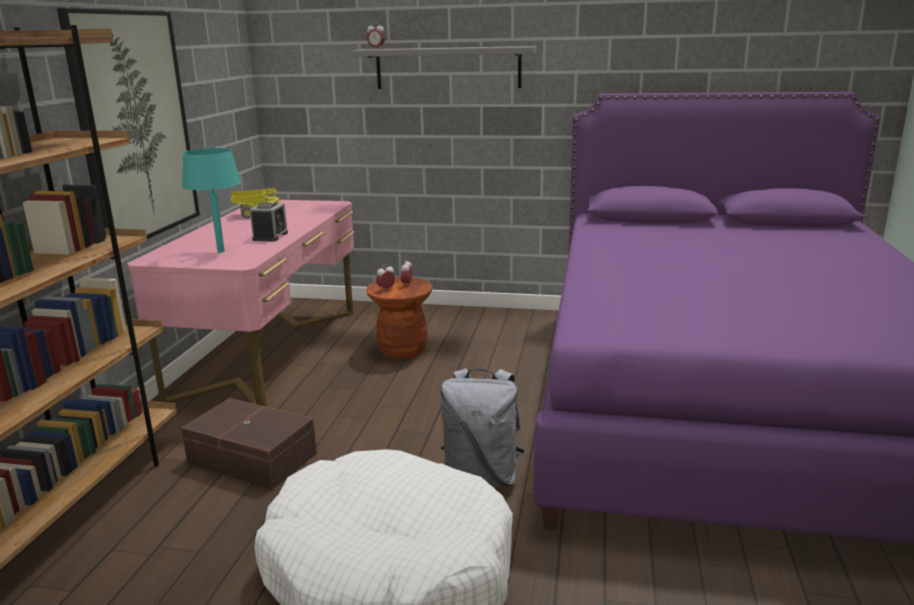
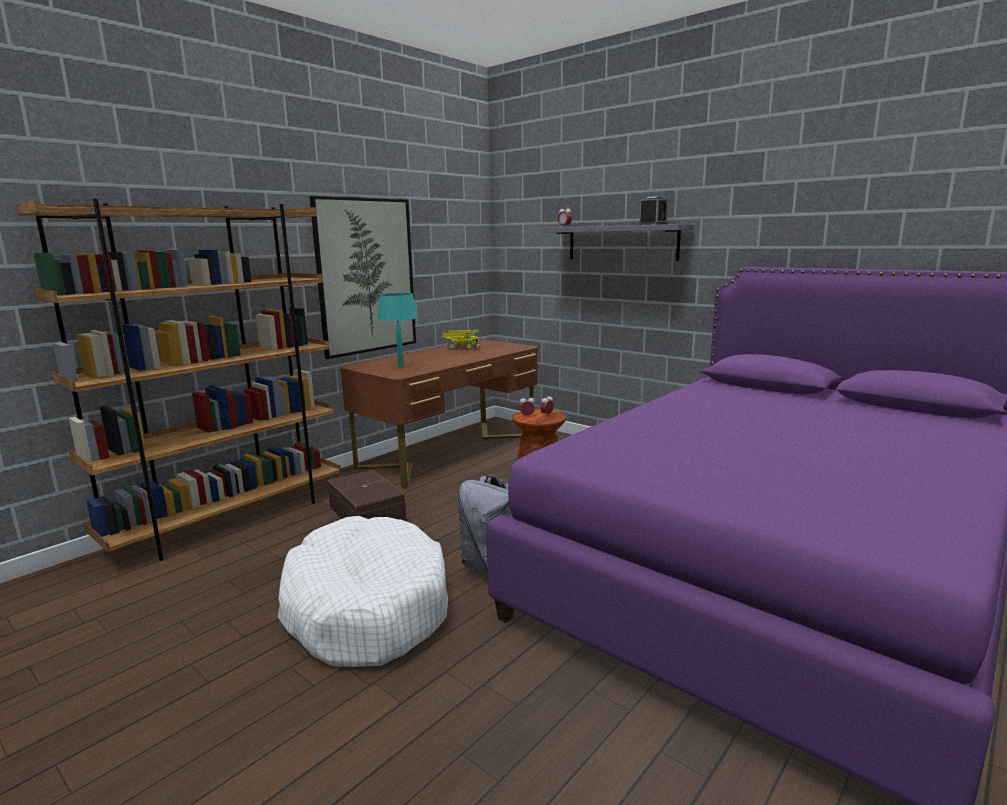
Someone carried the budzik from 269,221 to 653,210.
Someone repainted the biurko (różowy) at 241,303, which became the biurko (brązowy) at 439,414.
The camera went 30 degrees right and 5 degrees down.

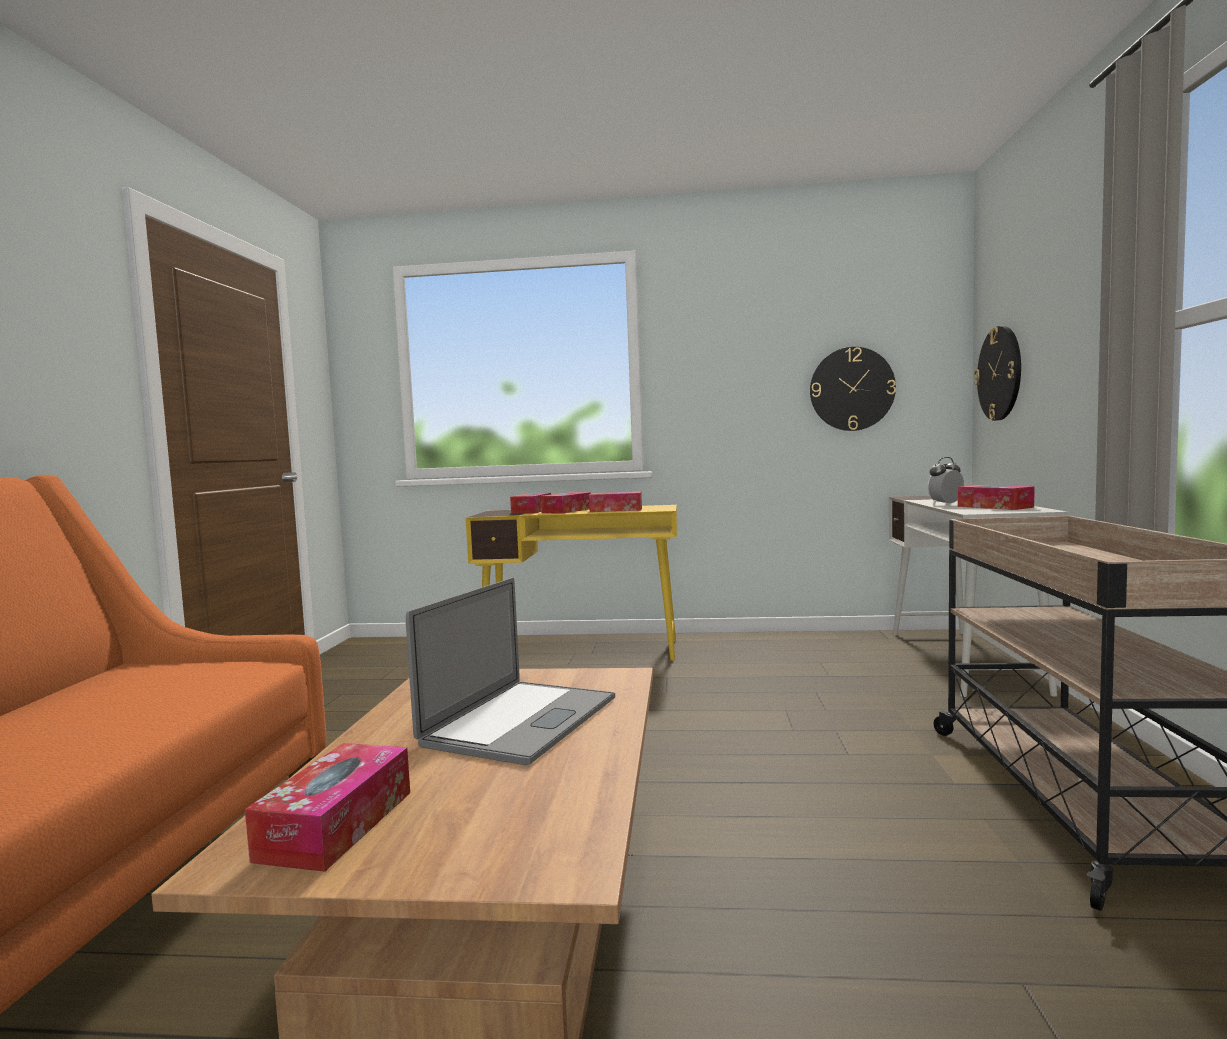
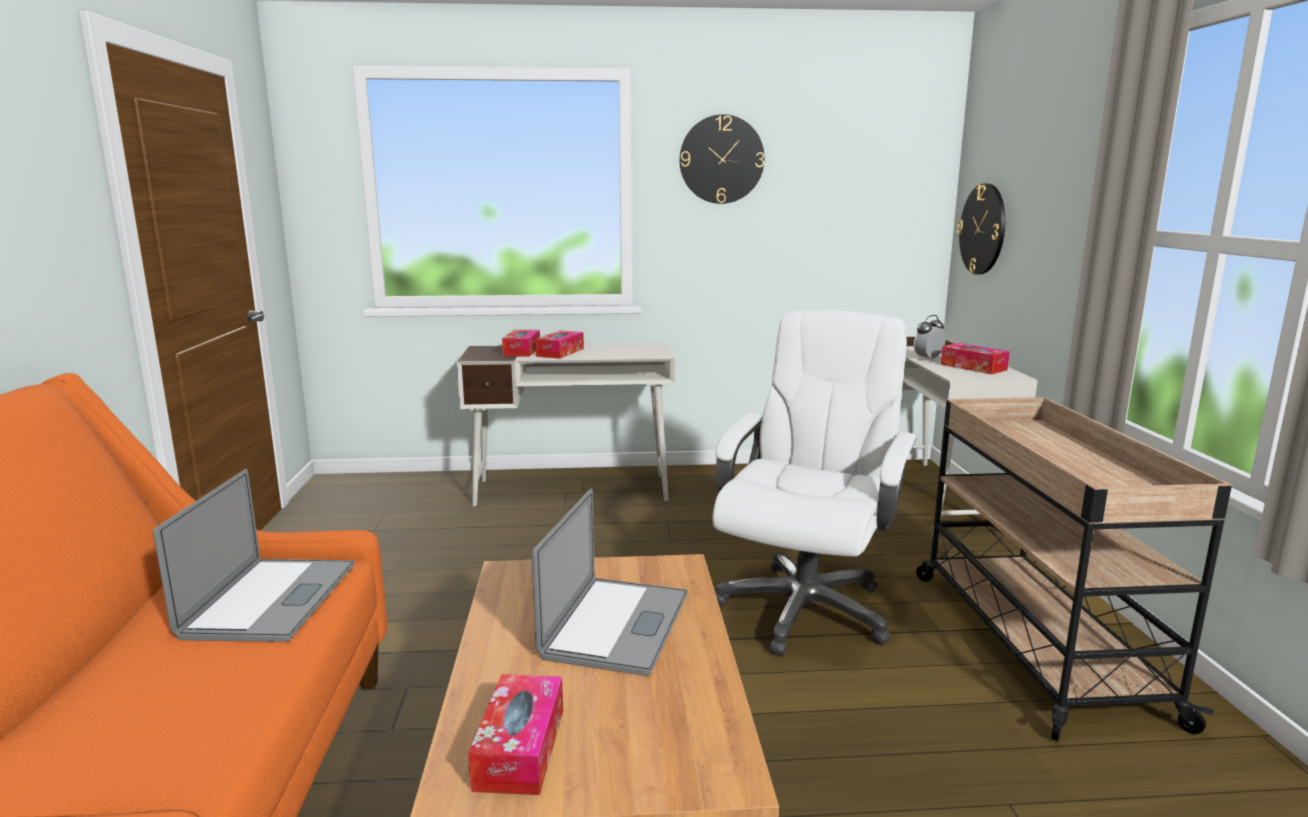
Someone took away the pudełko chusteczek at 615,501.
Someone put down the laptop at 254,555.
Someone put down the krzesło biurowe (biały) at 815,483.
Someone carried the zegar ścienny from 853,389 to 722,159.
Someone repainted the biurko (żółty) at 572,583, which became the biurko (biały) at 566,424.
The camera went 10 degrees left and 10 degrees up.

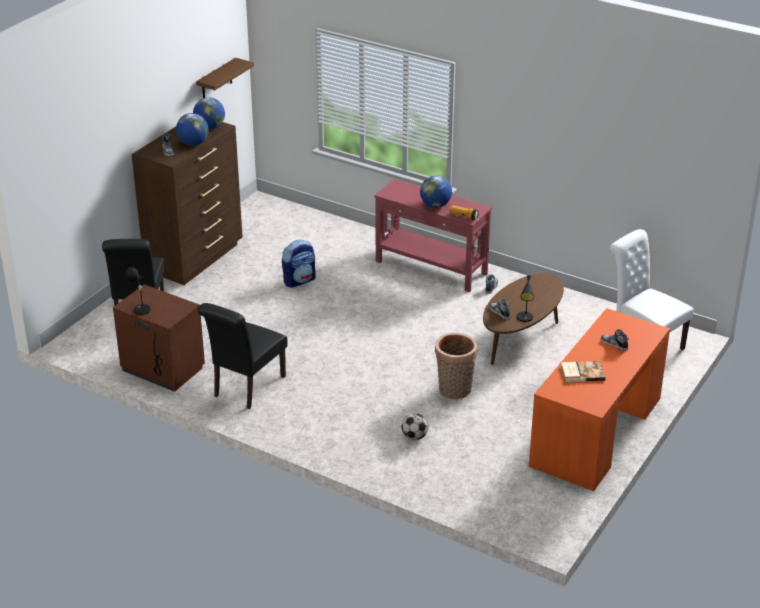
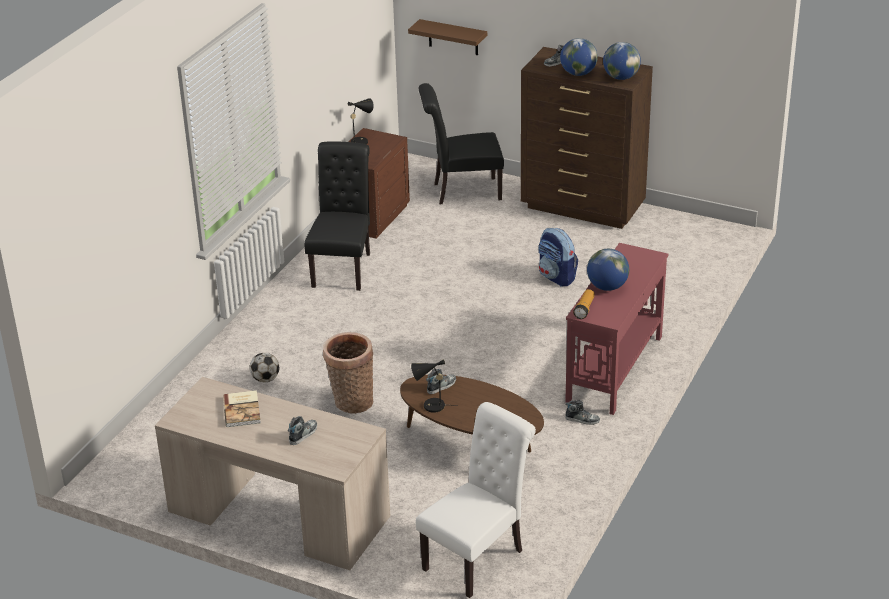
Someone carried the półka (brązowy) from 225,78 to 447,37.
Someone repainted the biurko (pomarańczowy) at 599,399, which became the biurko (beżowy) at 272,473.
Someone rotated the krzesło (czarny) at 243,356 by 75 degrees clockwise.
The camera went 85 degrees right and 0 degrees up.

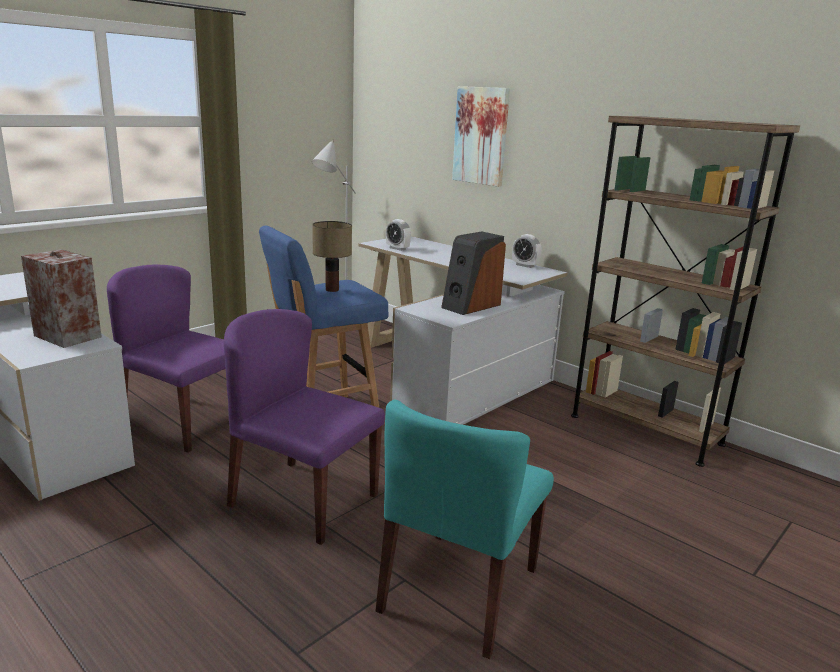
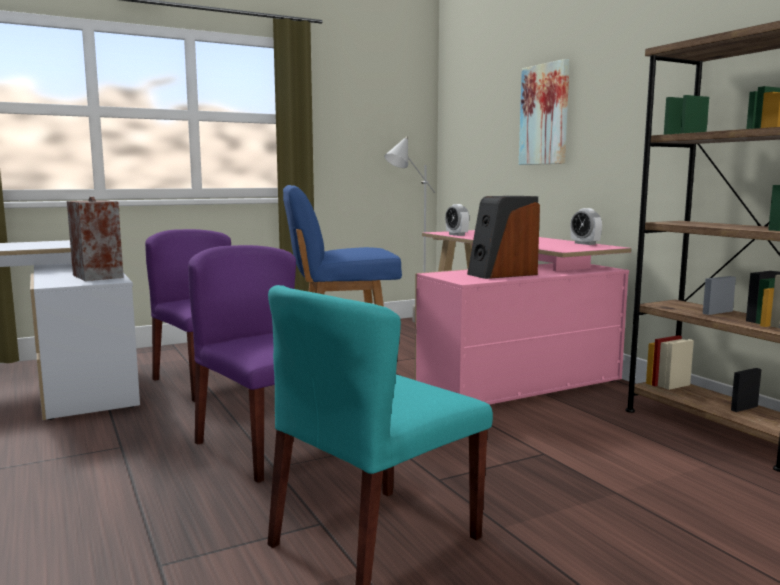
Someone took away the lampa stołowa at 332,256.
Someone repainted the biurko (biały) at 463,330, which became the biurko (różowy) at 523,317.
The camera went 20 degrees right and 10 degrees down.

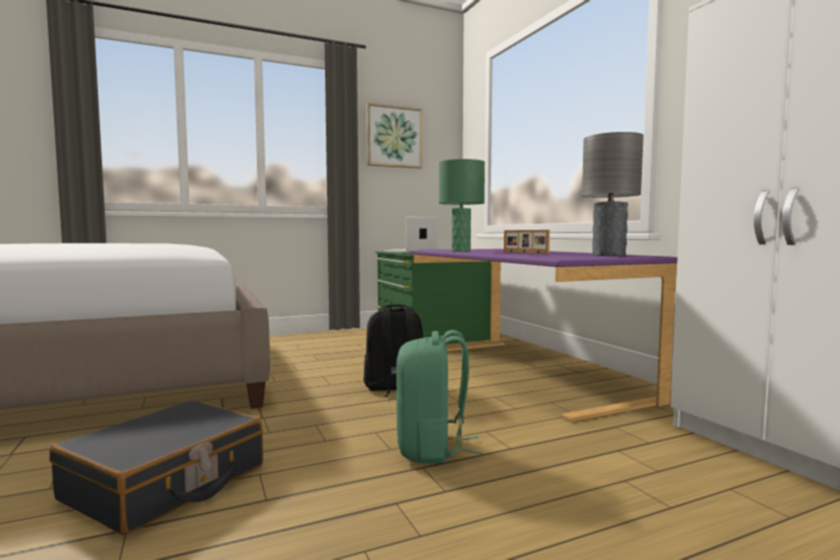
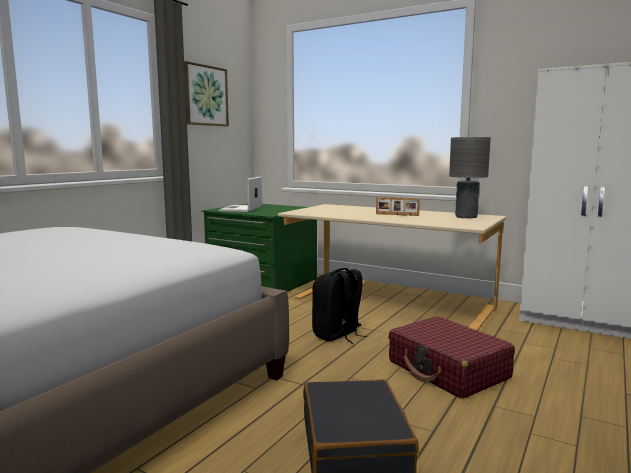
Someone took away the lampa stołowa (zielony) at 462,205.
Someone swapped the plecak (zielony) at 439,397 for the walizka (czerwony) at 452,357.
Someone repainted the biurko (fioletowy) at 543,335, which became the biurko (beżowy) at 392,267.
The camera went 35 degrees left and 5 degrees up.

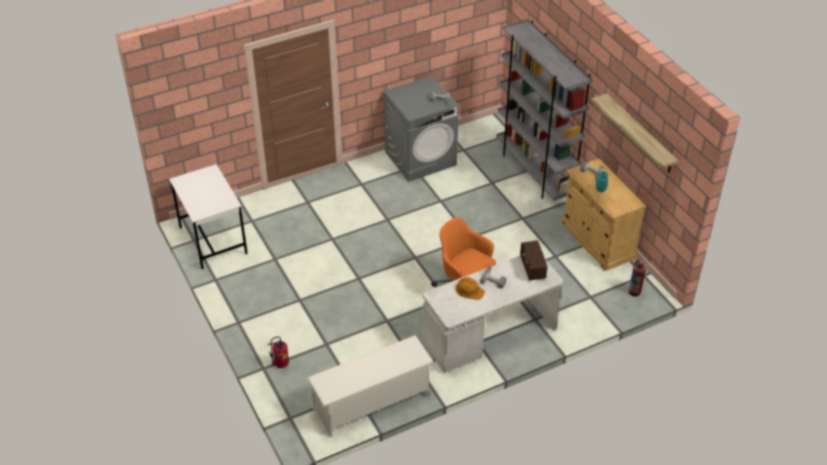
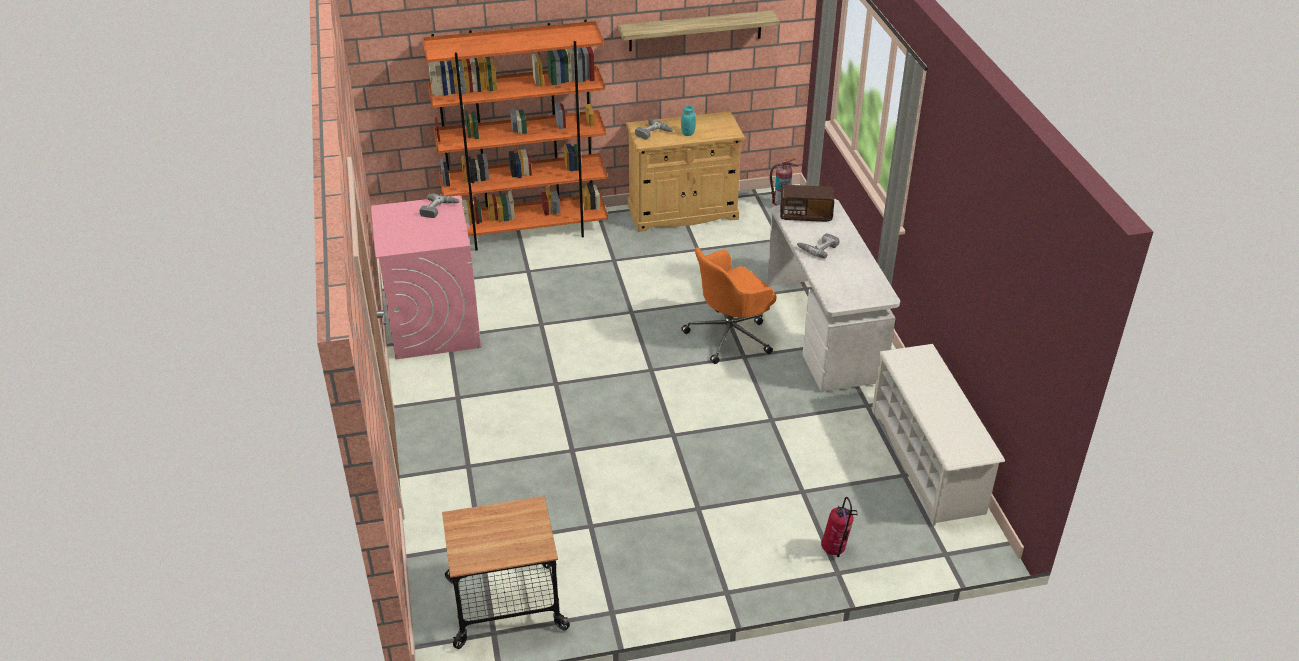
Someone took away the kask (pomarańczowy) at 470,288.
Someone swapped the biurko (biały) at 208,216 for the wózek at 506,572.
Someone repainted the pralka (szary) at 421,129, which became the pralka (różowy) at 426,277.
Someone repainted the regał (szary) at 544,110, which became the regał (pomarańczowy) at 515,135.
The camera went 75 degrees left and 5 degrees down.

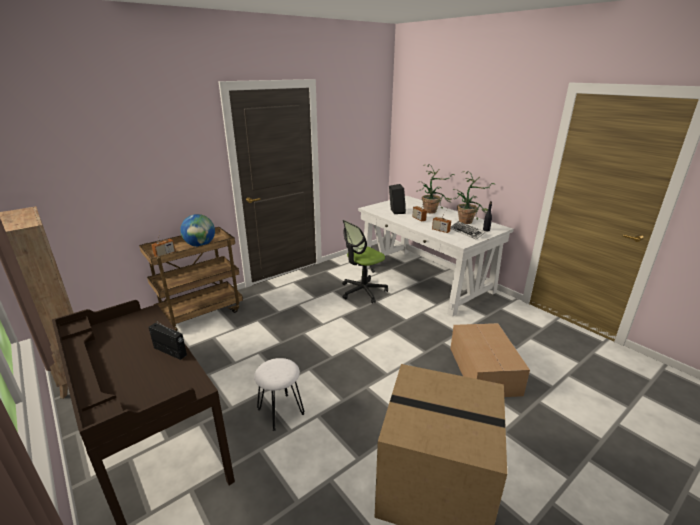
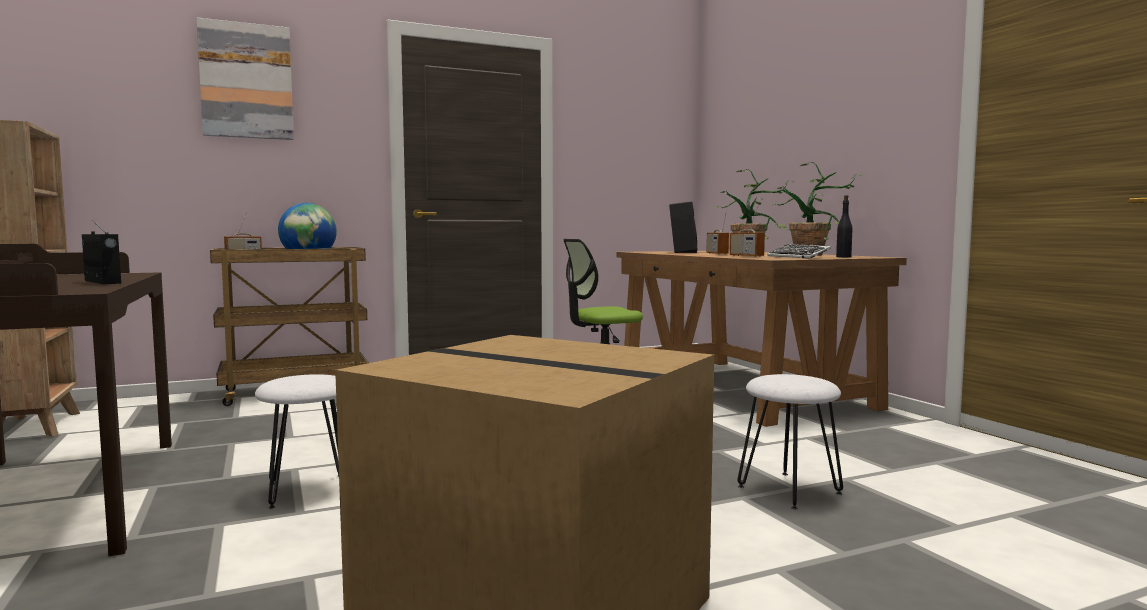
Someone put up the obraz at 245,79.
Someone swapped the karton at 490,360 for the stołek (biały) at 790,441.
Someone repainted the biurko (biały) at 436,256, which became the biurko (brązowy) at 761,339.
The camera went 15 degrees right and 20 degrees down.

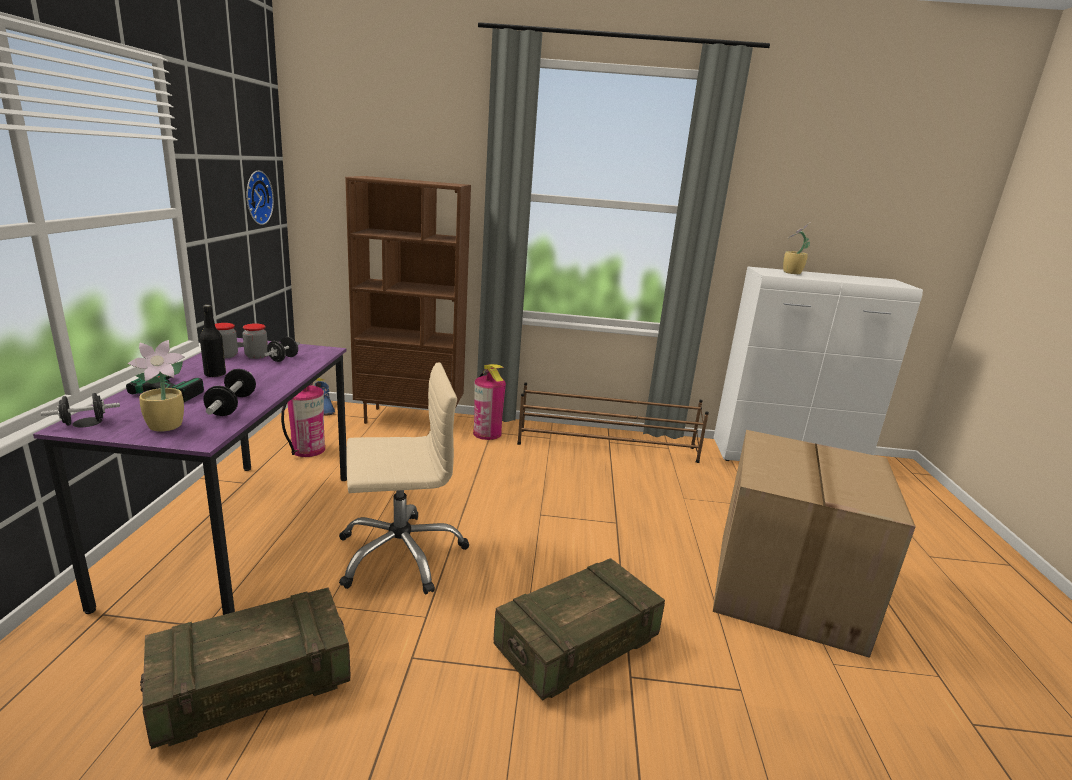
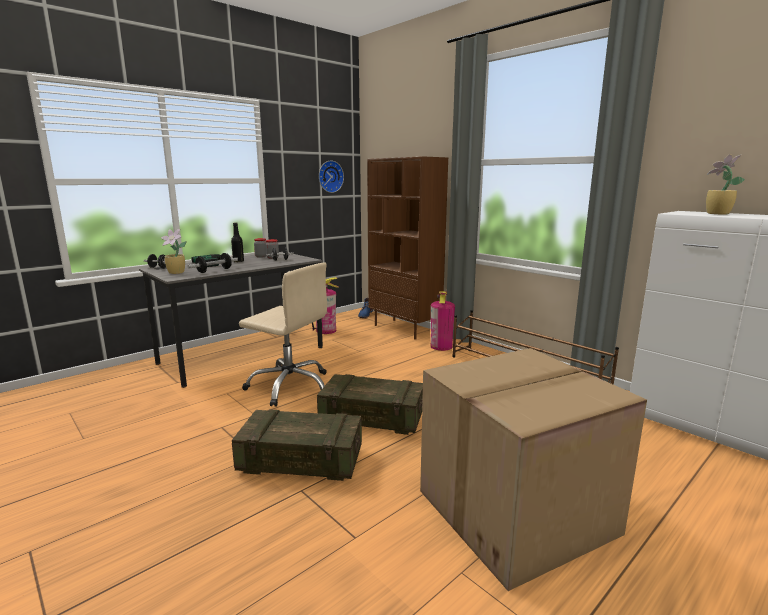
Someone carried the skrzynka from 245,668 to 370,404.
Someone repainted the biurko (fioletowy) at 190,476, which became the biurko (szary) at 231,320.
The camera went 45 degrees right and 5 degrees down.

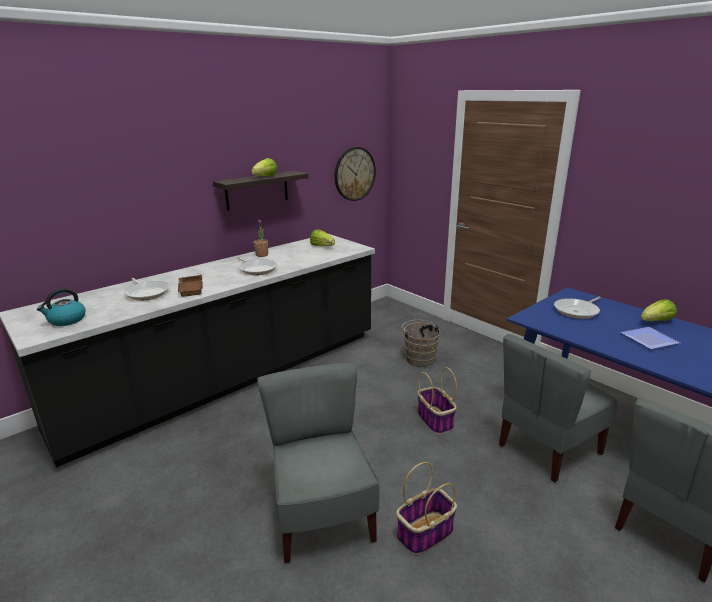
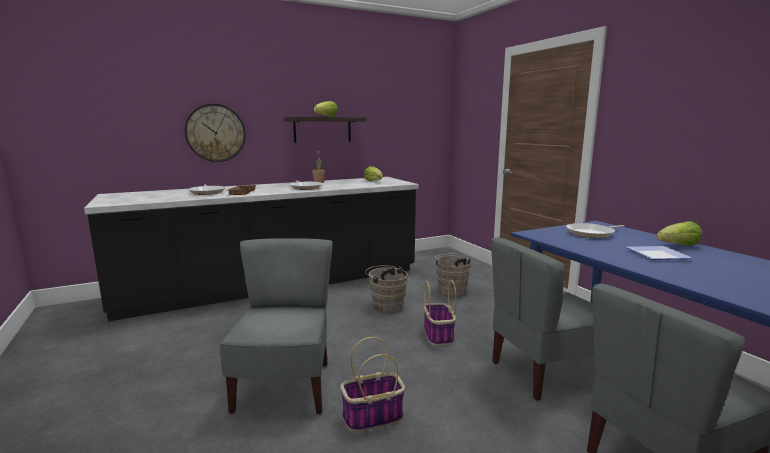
Someone took away the czajnik at 61,307.
Someone put down the wiadro (brązowy) at 386,289.
Someone carried the zegar ścienny from 355,174 to 215,133.
The camera went 15 degrees right and 10 degrees down.

